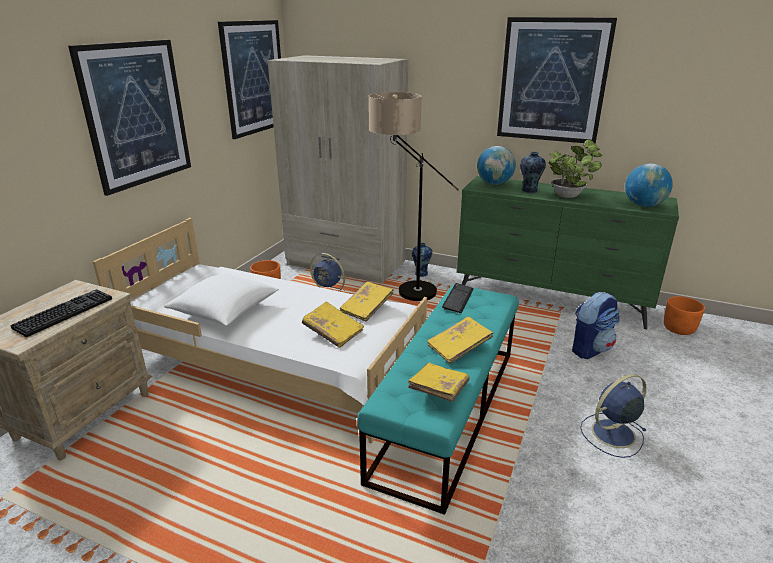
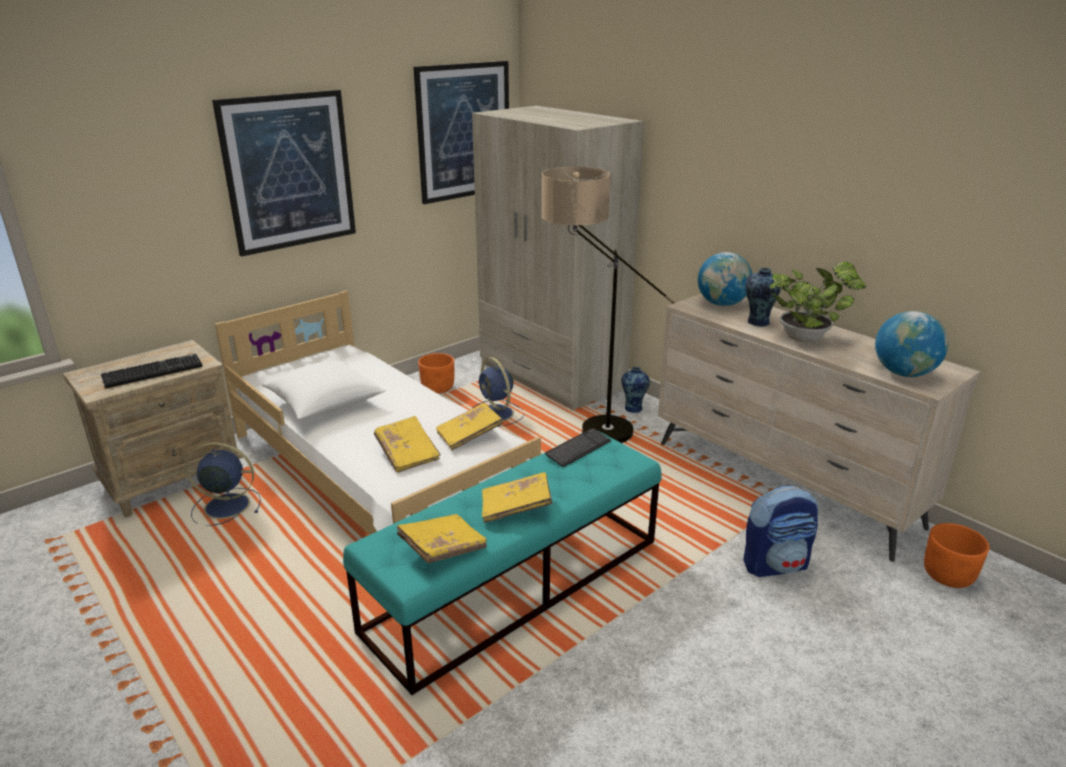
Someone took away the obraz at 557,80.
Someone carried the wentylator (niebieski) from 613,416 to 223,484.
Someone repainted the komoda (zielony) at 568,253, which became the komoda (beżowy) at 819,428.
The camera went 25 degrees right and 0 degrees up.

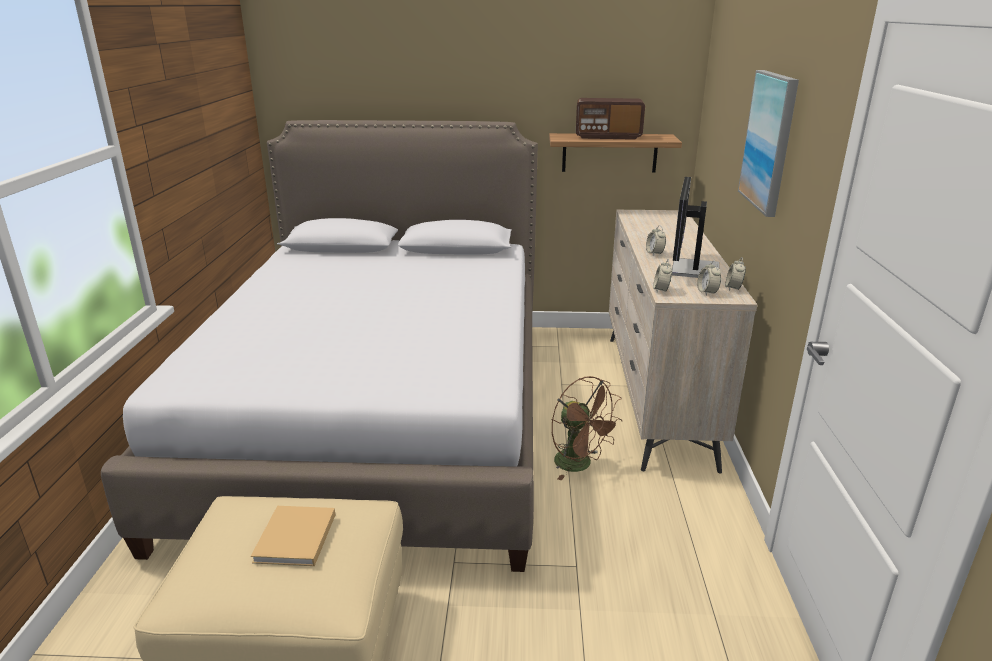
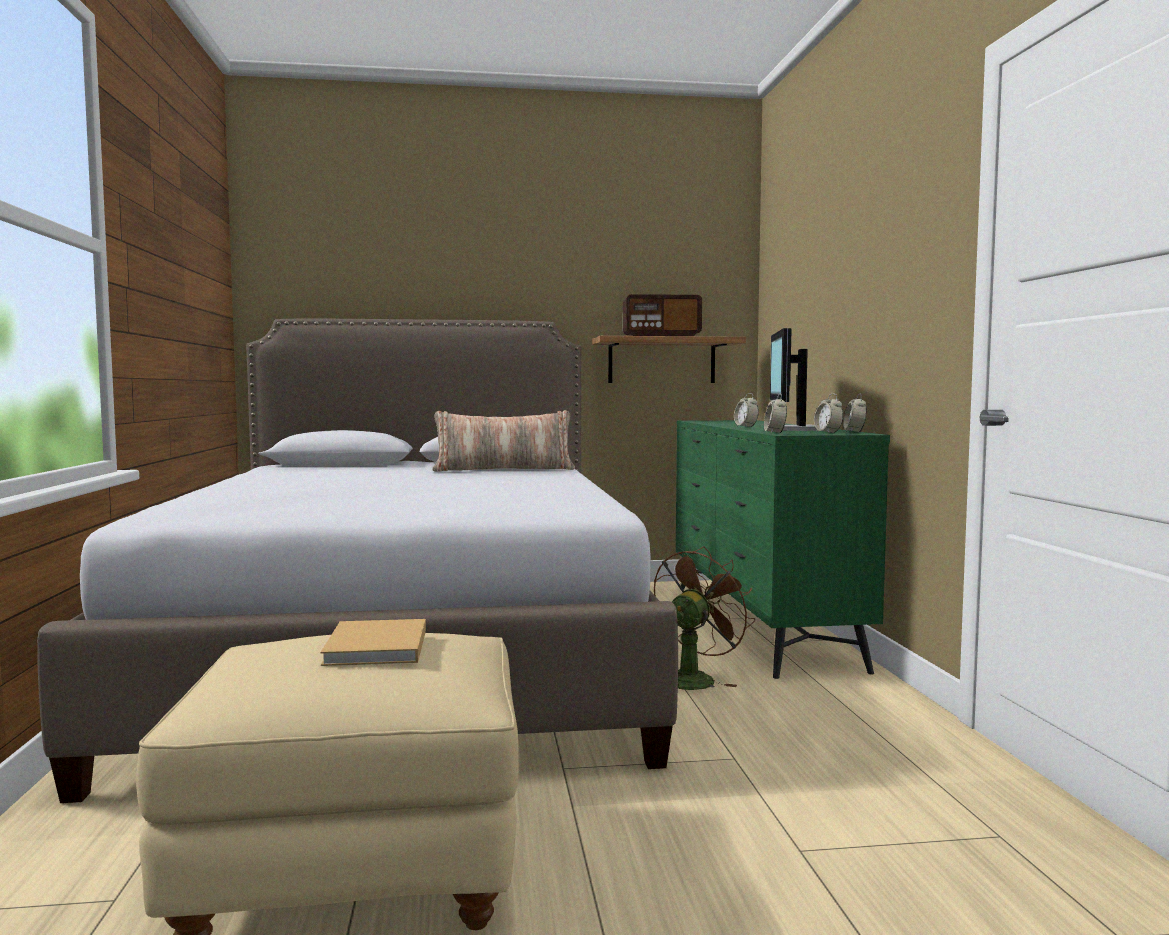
Someone took away the obraz at 768,143.
Someone put down the poduszka at 503,441.
Someone repainted the komoda (beżowy) at 683,341, which became the komoda (zielony) at 783,549.
Someone rotated the wentylator (brązowy) at 587,428 by 90 degrees counterclockwise.
The camera went 10 degrees left and 20 degrees down.

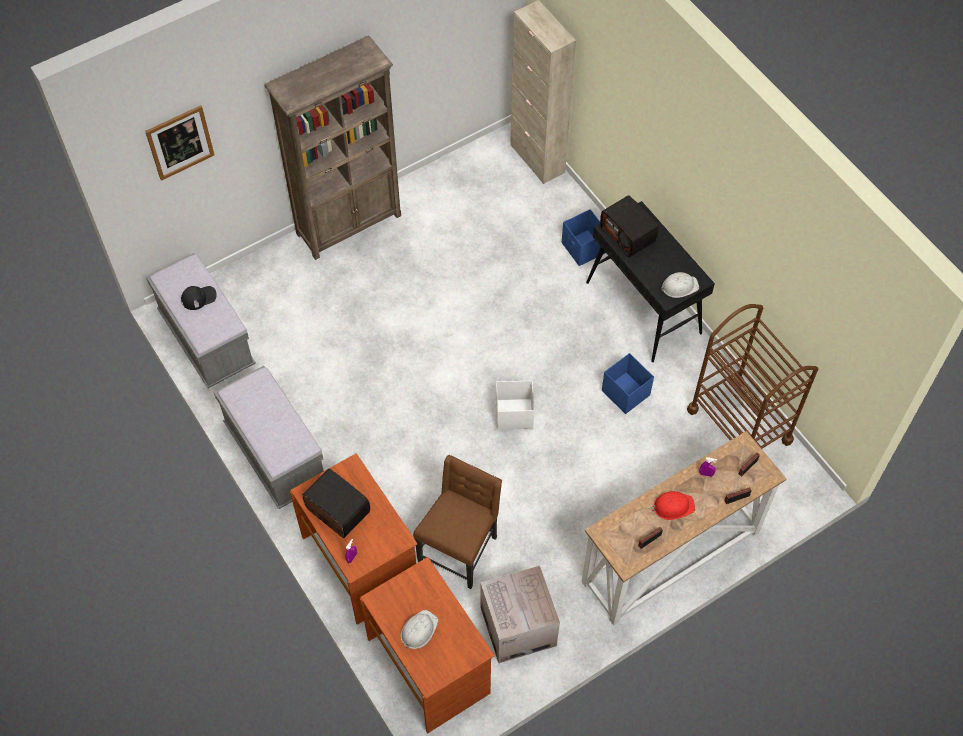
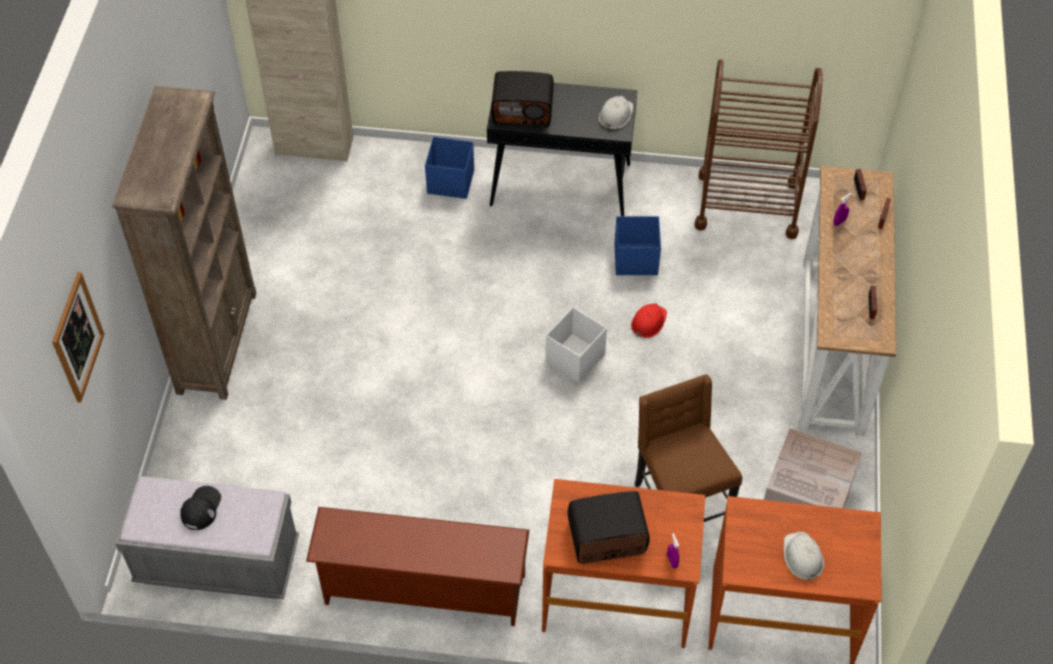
Someone carried the kask (czerwony) from 673,505 to 649,321.
Someone swapped the ławka (szary) at 269,437 for the regał na buty (brązowy) at 417,566.
The camera went 50 degrees left and 5 degrees down.

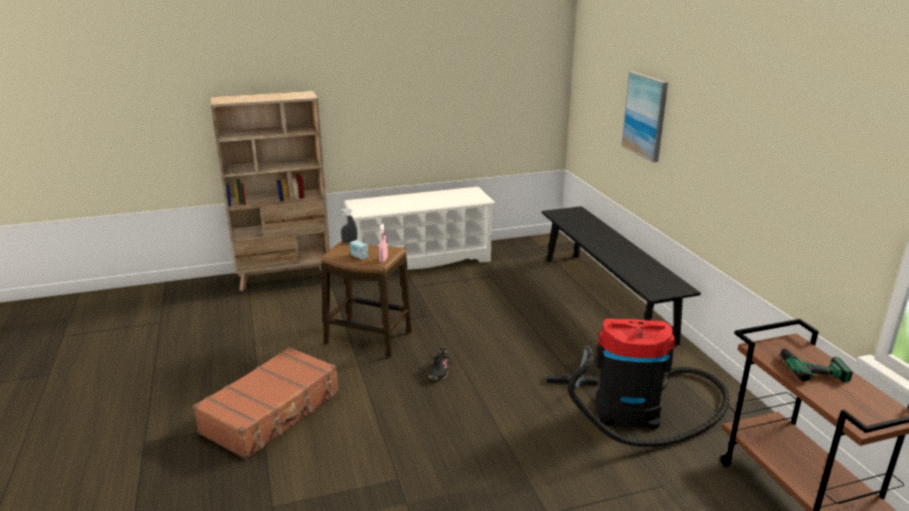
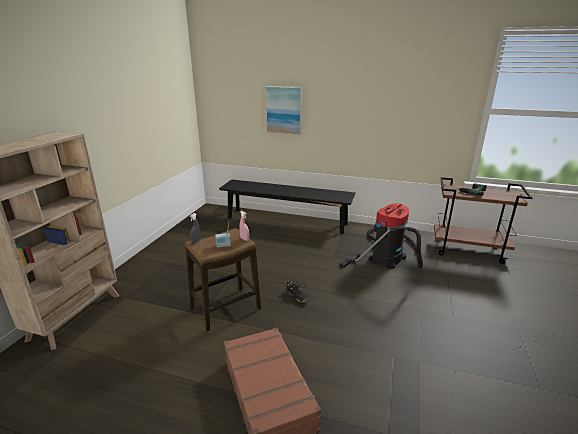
Someone took away the regał na buty (biały) at 419,228.
The camera went 55 degrees left and 0 degrees up.

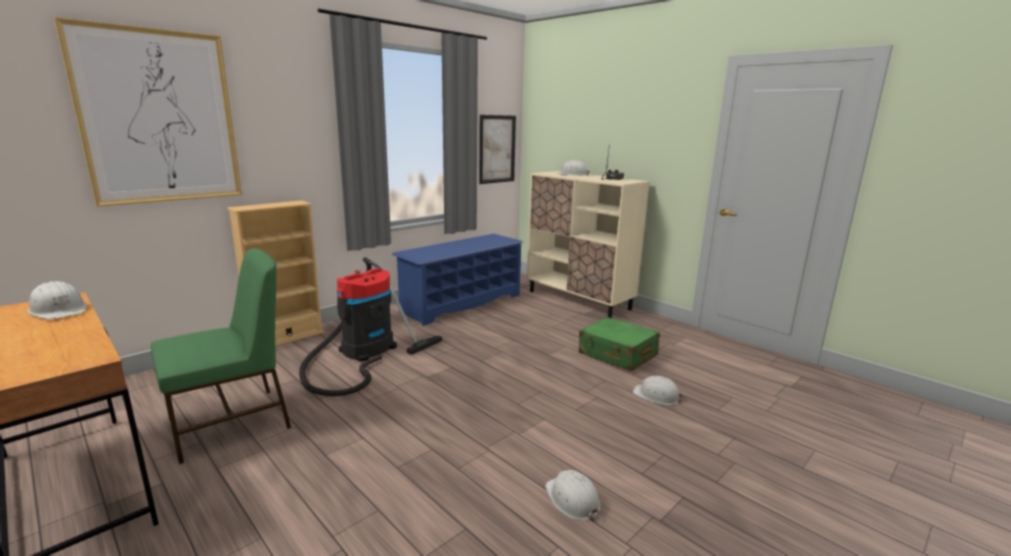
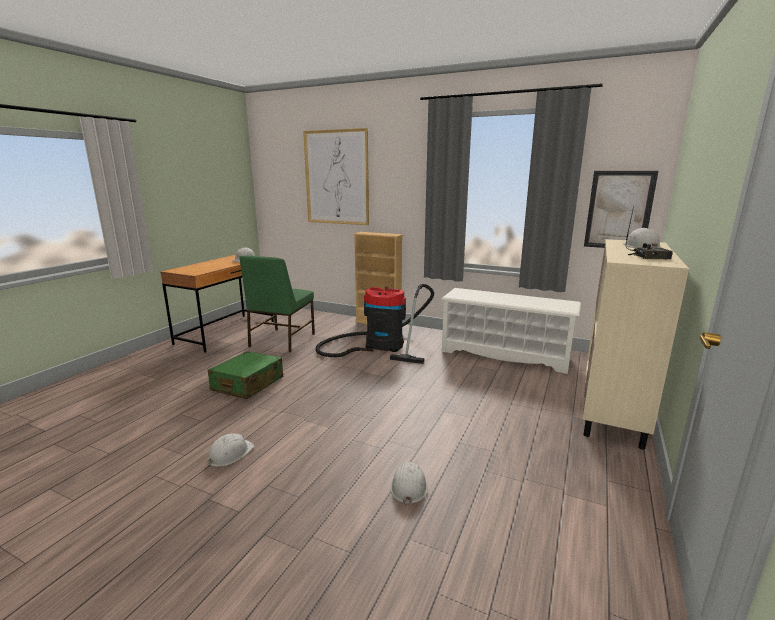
Someone carried the walizka (zielony) from 619,344 to 245,375.
Someone repainted the regał na buty (niebieski) at 457,280, which became the regał na buty (biały) at 511,331.
Someone rotated the krzesło (zielony) at 221,356 by 75 degrees clockwise.
The camera went 70 degrees right and 0 degrees up.

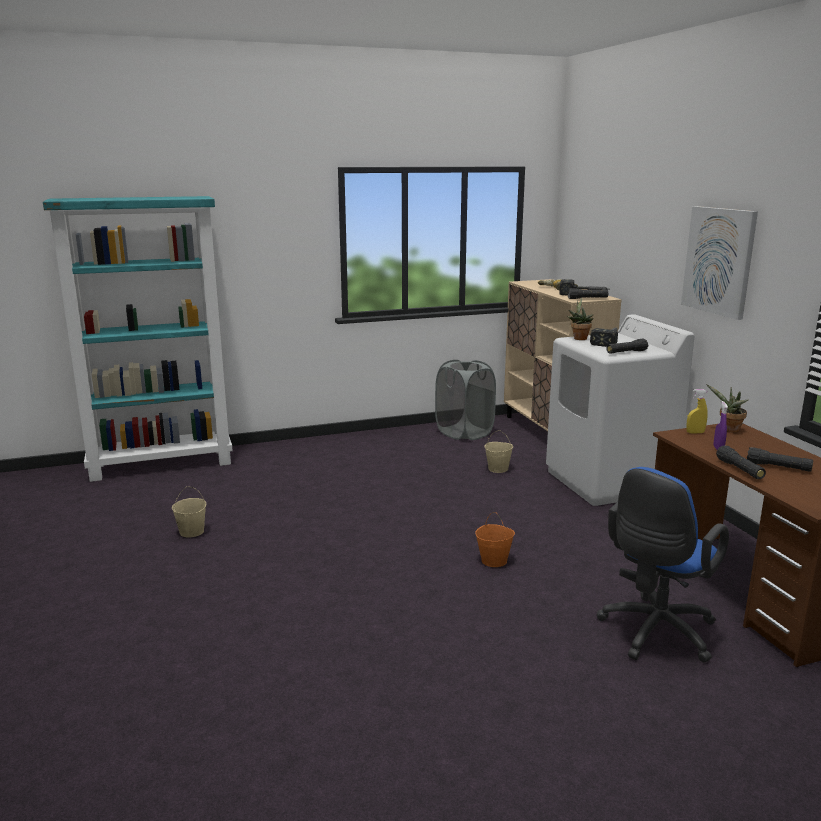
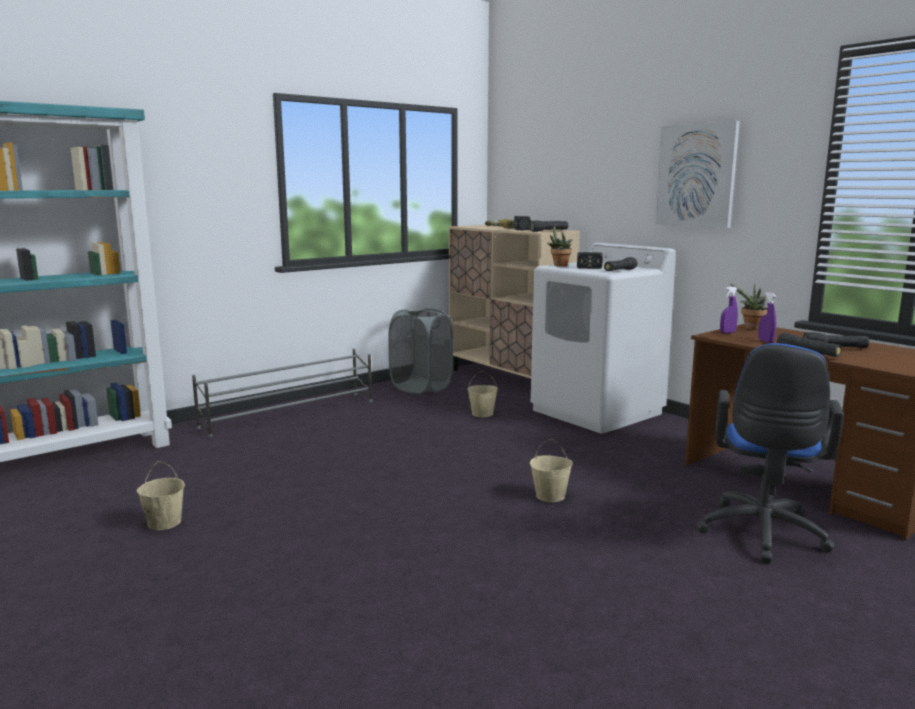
Someone put down the regał na buty (szary) at 282,393.
Someone repainted the wiadro (pomarańczowy) at 495,539, which became the wiadro (beżowy) at 551,470.
Someone repainted the spryskiwacz (żółty) at 697,411, which became the spryskiwacz (fioletowy) at 729,310.
The camera went 20 degrees left and 5 degrees down.

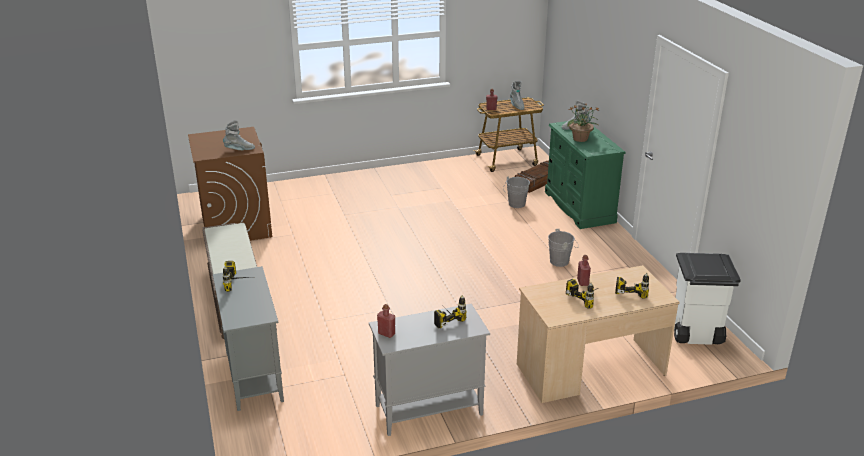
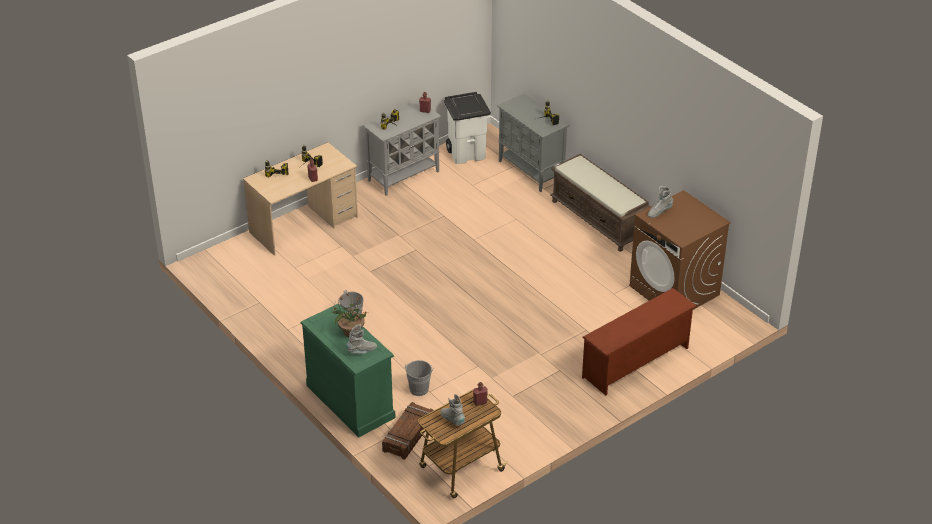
Someone put down the regał na buty (brązowy) at 639,341.
Someone carried the kosz na śmieci (biały) from 707,299 to 467,128.
The camera went 160 degrees right and 10 degrees up.

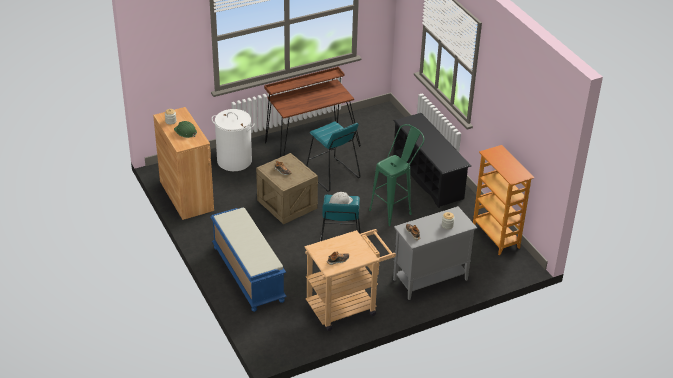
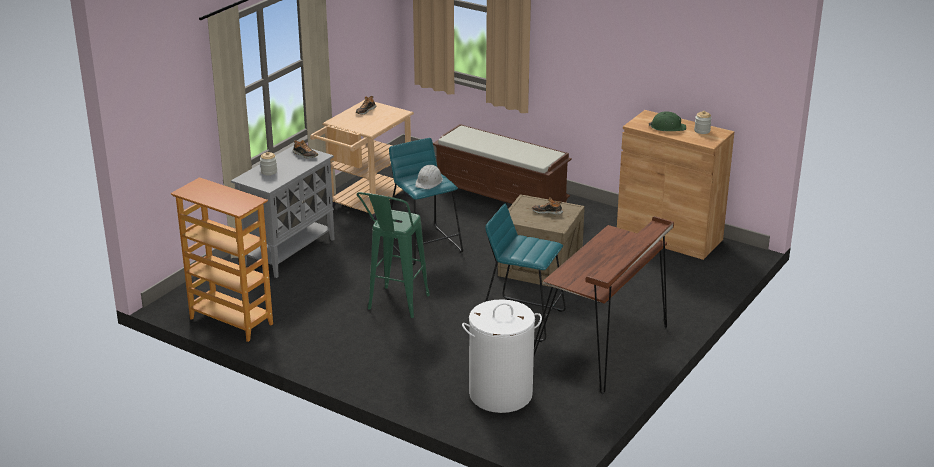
Someone took away the regał na buty (czarny) at 432,160.
Someone carried the kosz na pranie (biały) from 233,140 to 502,356.
Someone repainted the ławka (niebieski) at 248,259, which became the ławka (brązowy) at 502,164.
The camera went 150 degrees right and 10 degrees down.

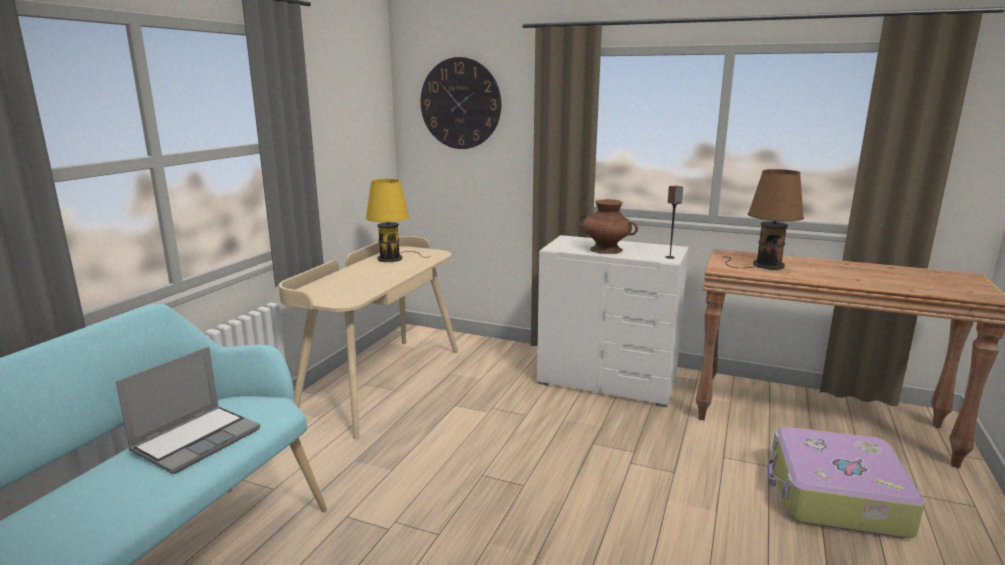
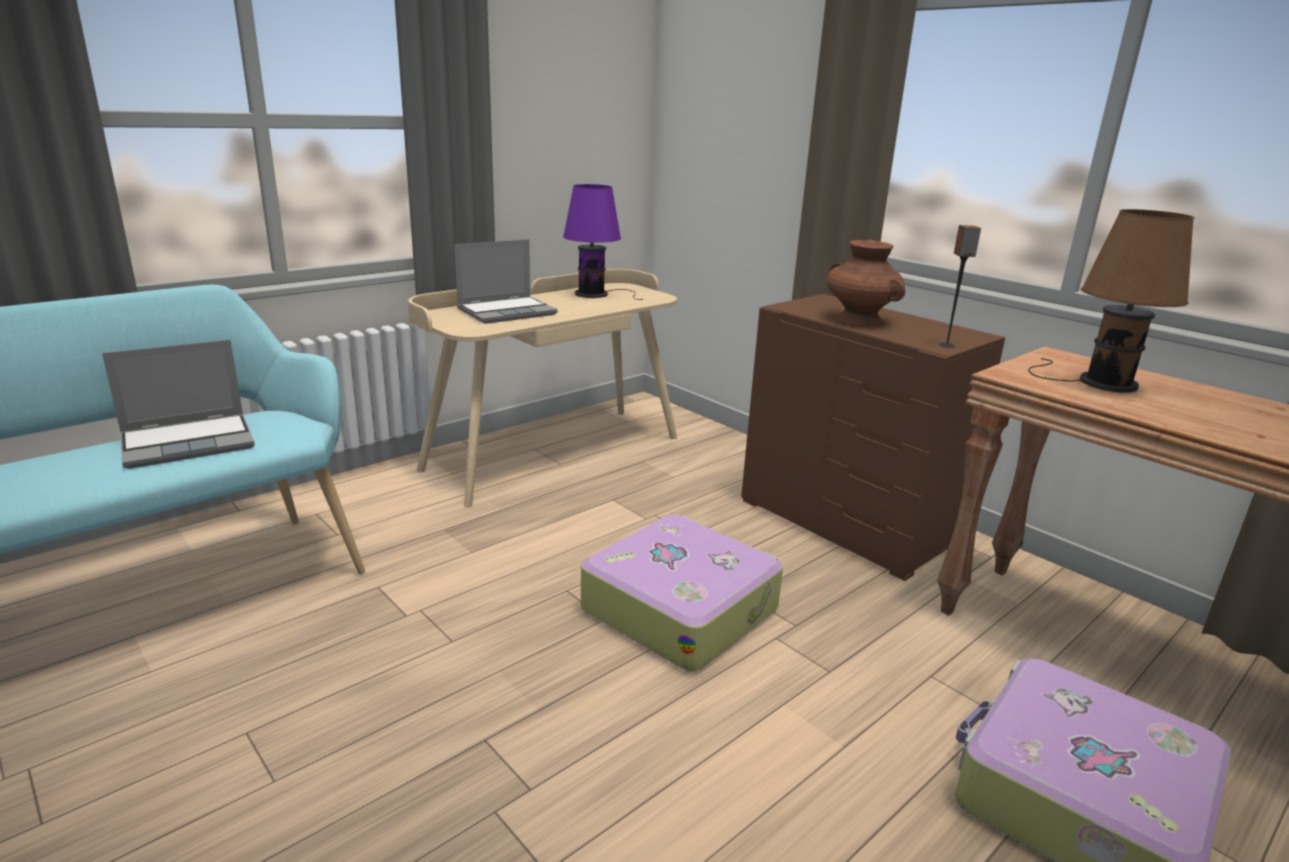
Someone took away the zegar ścienny at 461,103.
Someone put down the laptop at 506,281.
Someone put down the walizka at 682,593.
Someone repainted the lampa stołowa (żółty) at 397,220, which became the lampa stołowa (fioletowy) at 603,242.
Someone repainted the komoda (biały) at 613,321, which became the komoda (brązowy) at 873,437.
The camera went 25 degrees right and 5 degrees up.

